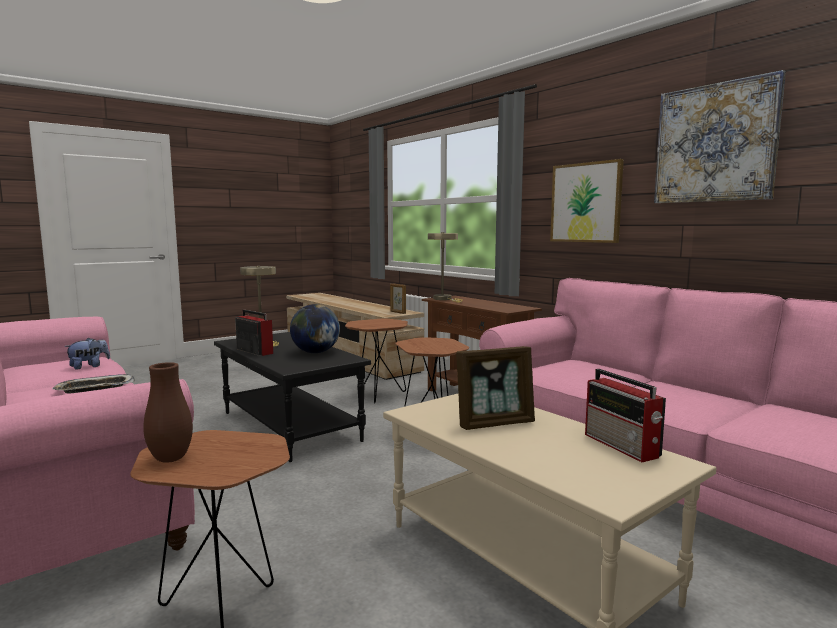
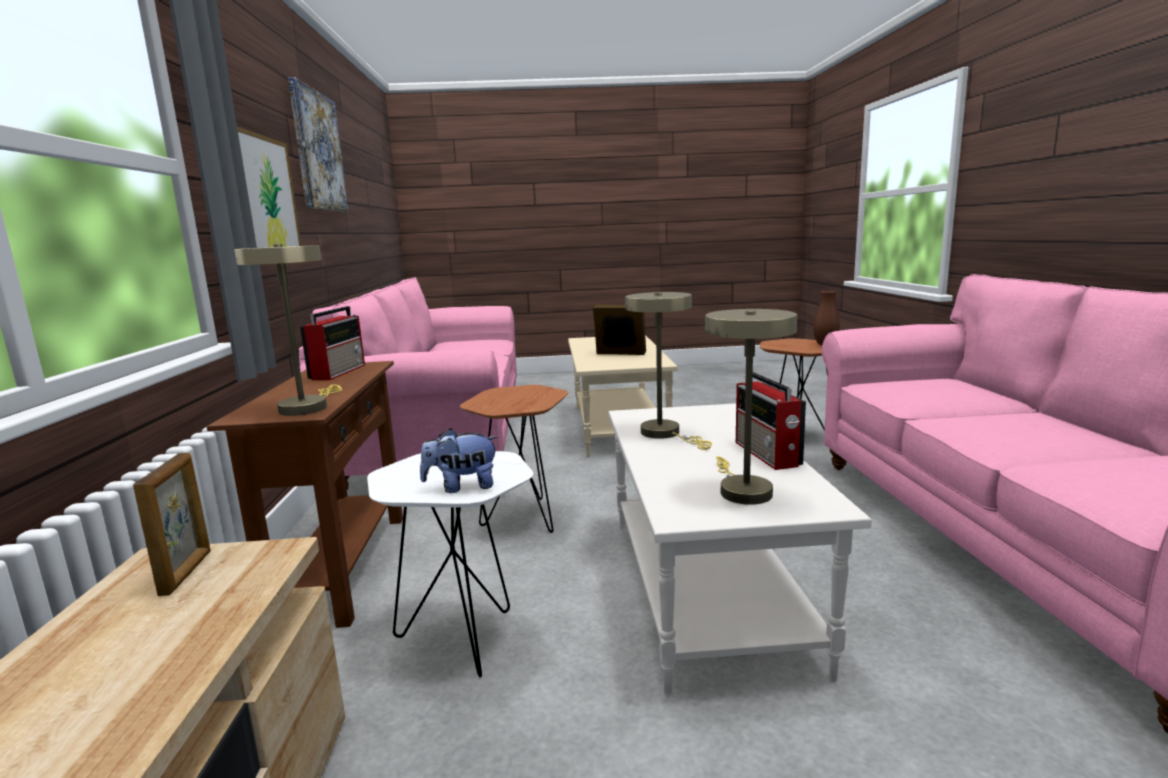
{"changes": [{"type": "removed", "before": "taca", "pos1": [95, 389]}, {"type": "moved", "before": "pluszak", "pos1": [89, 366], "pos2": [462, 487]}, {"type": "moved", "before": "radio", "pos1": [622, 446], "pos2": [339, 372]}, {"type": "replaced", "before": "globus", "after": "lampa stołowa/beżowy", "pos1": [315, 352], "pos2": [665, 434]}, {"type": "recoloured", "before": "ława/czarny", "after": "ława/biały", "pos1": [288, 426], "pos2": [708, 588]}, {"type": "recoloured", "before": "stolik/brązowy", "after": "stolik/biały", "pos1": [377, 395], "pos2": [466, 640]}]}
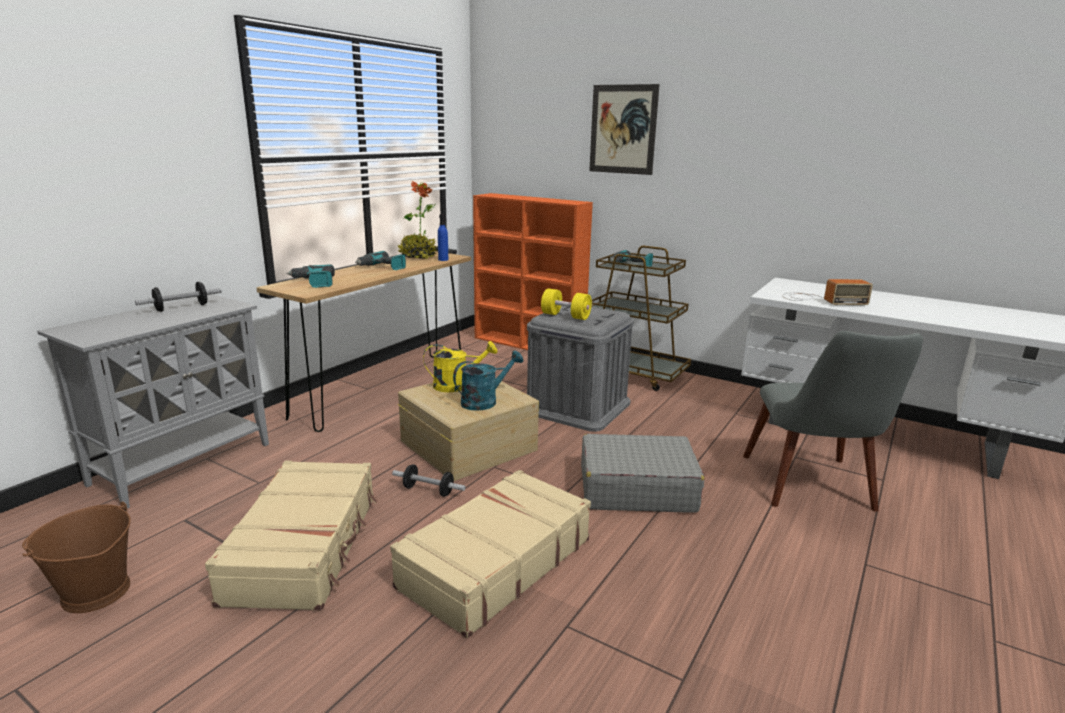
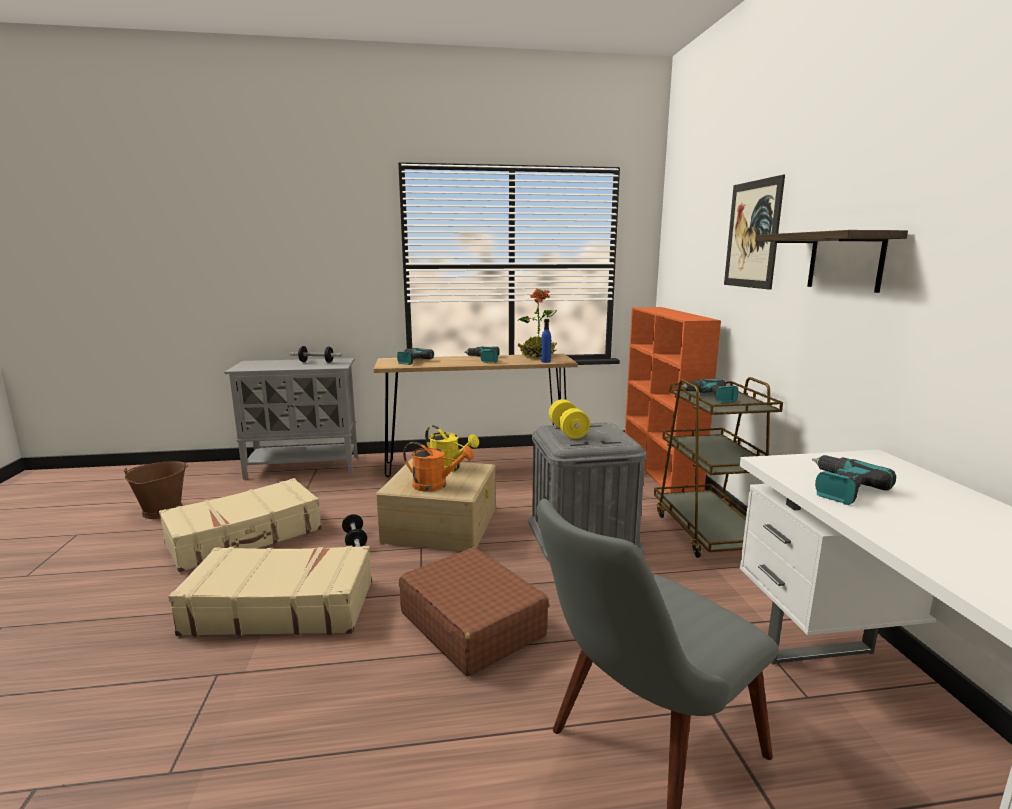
{"changes": [{"type": "added", "after": "półka", "pos2": [845, 261]}, {"type": "replaced", "before": "radio", "after": "wiertarka", "pos1": [820, 299], "pos2": [840, 488]}, {"type": "recoloured", "before": "konewka/turkusowy", "after": "konewka/pomarańczowy", "pos1": [485, 401], "pos2": [435, 485]}, {"type": "recoloured", "before": "walizka/szary", "after": "walizka/brązowy", "pos1": [636, 488], "pos2": [472, 624]}]}
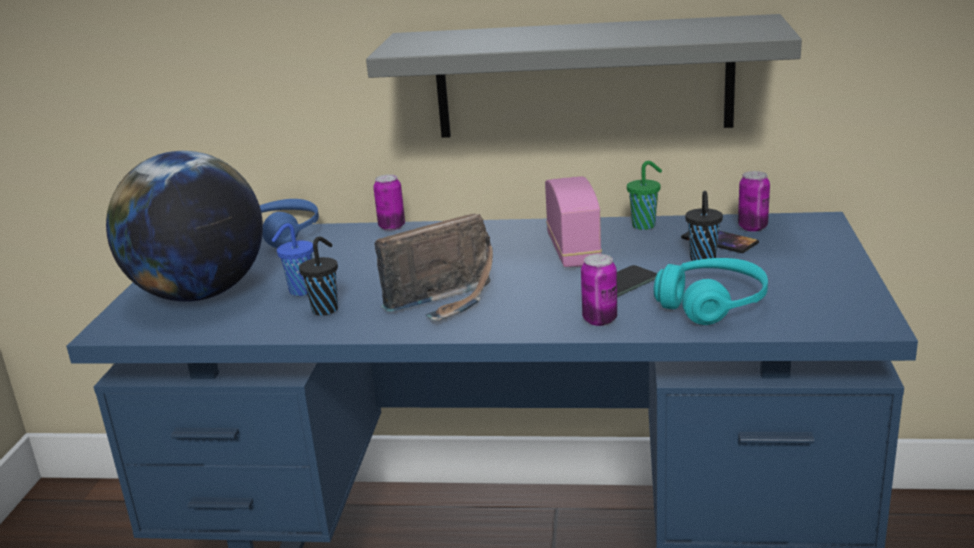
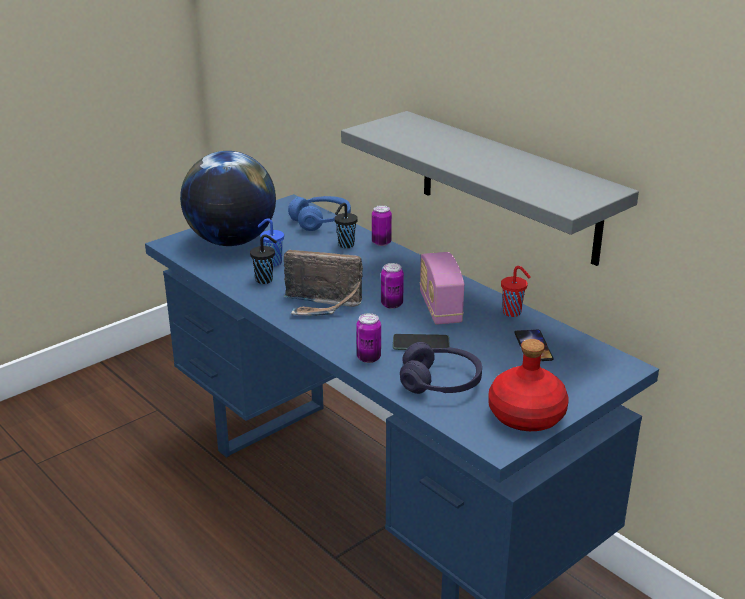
{"changes": [{"type": "added", "after": "butelka/czerwony", "pos2": [525, 415]}, {"type": "moved", "before": "filiżanka/czarny", "pos1": [703, 259], "pos2": [345, 245]}, {"type": "moved", "before": "puszka", "pos1": [752, 227], "pos2": [392, 304]}, {"type": "recoloured", "before": "filiżanka/zielony", "after": "filiżanka/czerwony", "pos1": [645, 225], "pos2": [513, 313]}, {"type": "recoloured", "before": "słuchawki/turkusowy", "after": "słuchawki/fioletowy", "pos1": [712, 304], "pos2": [440, 382]}, {"type": "turned", "before": "radio", "pos1": [573, 251], "pos2": [440, 308], "turn": 135}]}
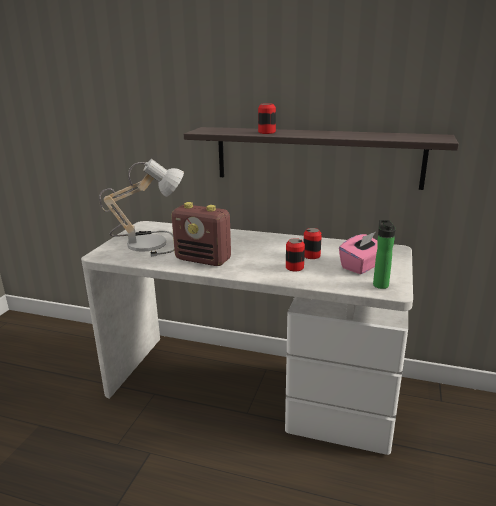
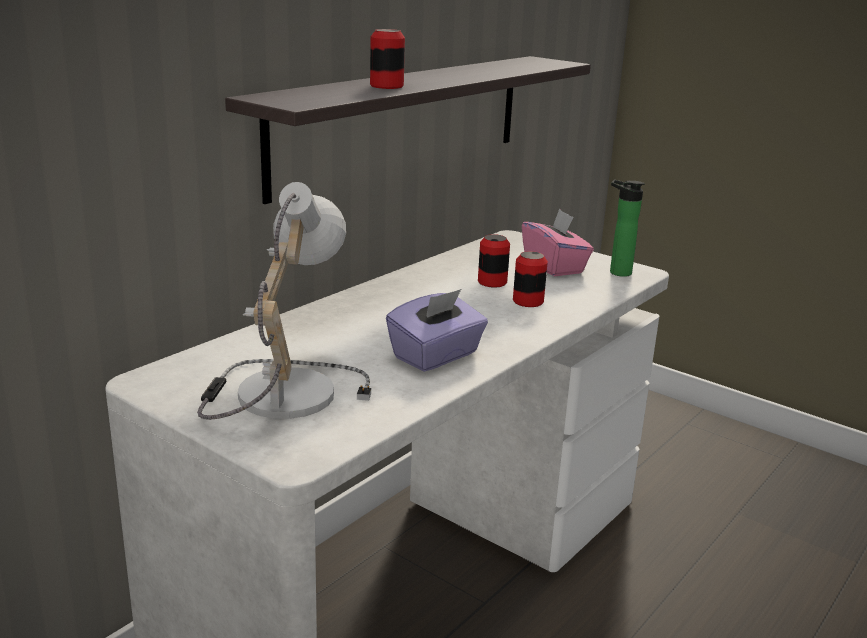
{"changes": [{"type": "replaced", "before": "radio", "after": "pudełko chusteczek/fioletowy", "pos1": [203, 260], "pos2": [436, 356]}]}
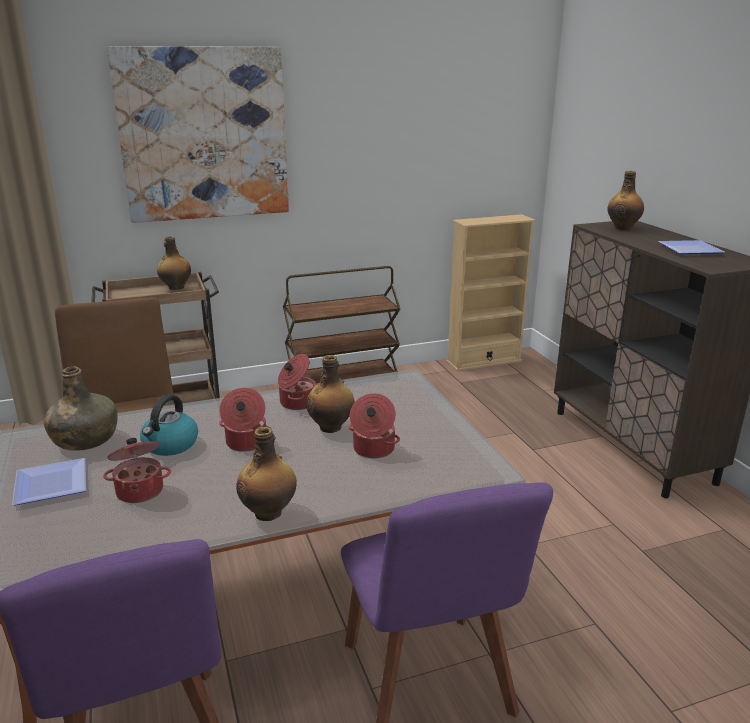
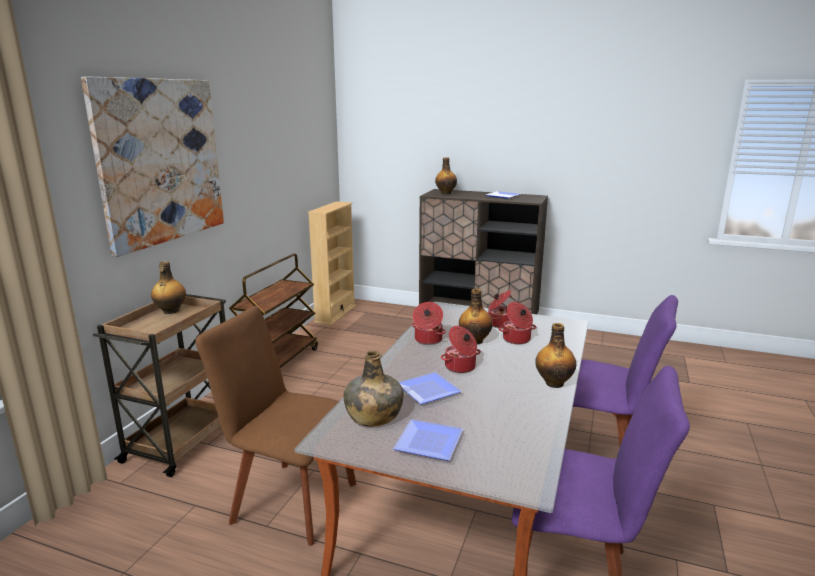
{"changes": [{"type": "moved", "before": "garnek", "pos1": [140, 490], "pos2": [499, 323]}, {"type": "replaced", "before": "czajnik", "after": "talerz", "pos1": [170, 445], "pos2": [428, 389]}]}
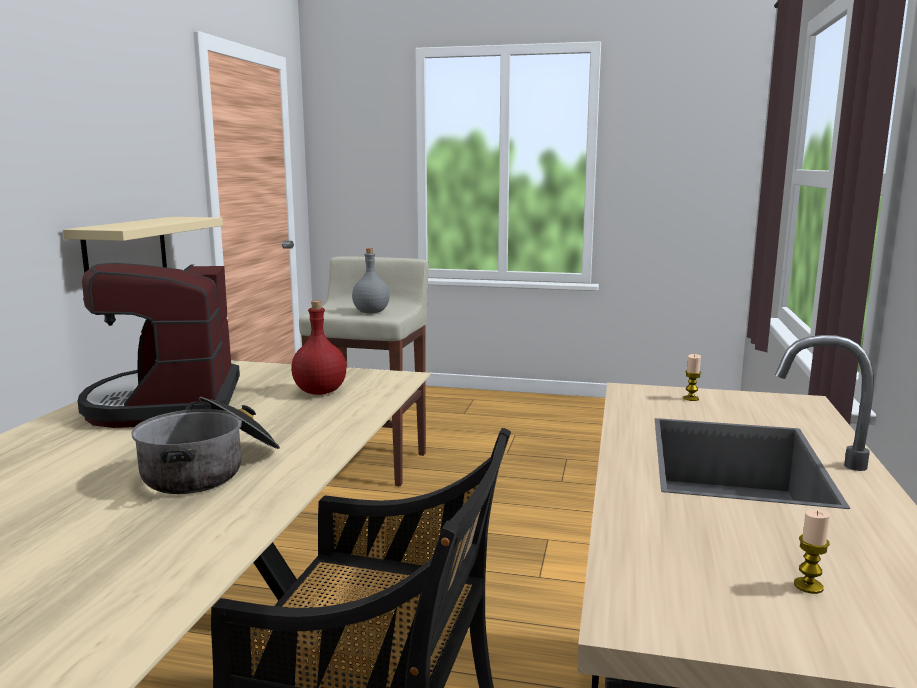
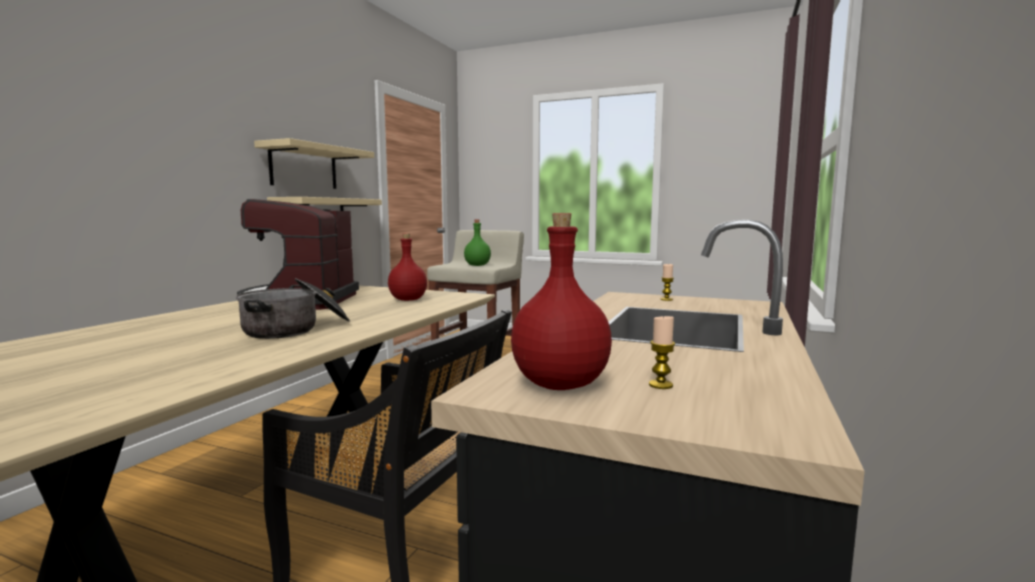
{"changes": [{"type": "added", "after": "półka/beżowy", "pos2": [304, 167]}, {"type": "added", "after": "butelka/czerwony", "pos2": [558, 384]}, {"type": "recoloured", "before": "butelka/szary", "after": "butelka/zielony", "pos1": [371, 312], "pos2": [477, 265]}]}
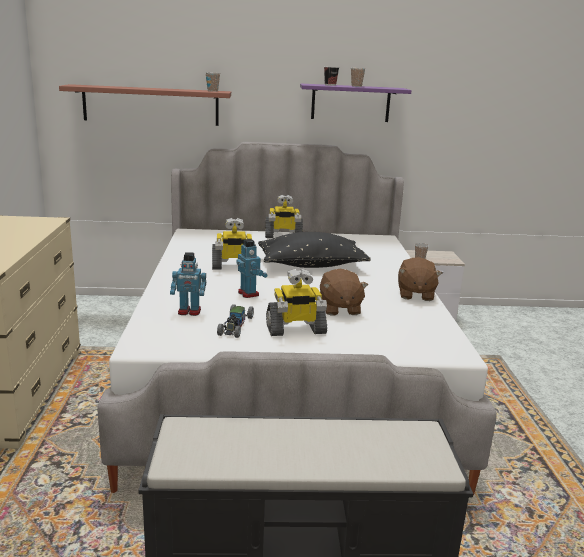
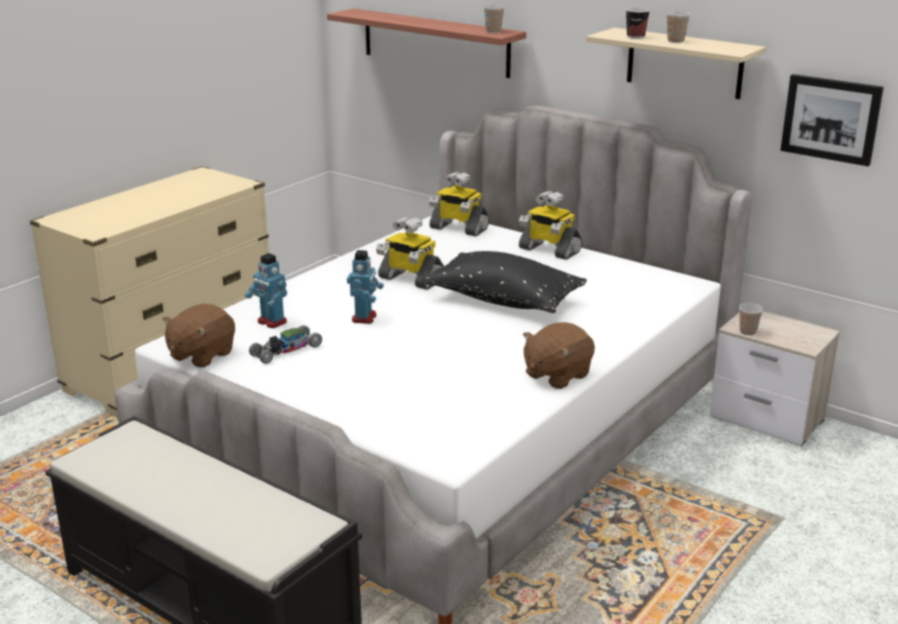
{"changes": [{"type": "added", "after": "obraz", "pos2": [831, 119]}, {"type": "moved", "before": "robot zabawkowy", "pos1": [295, 329], "pos2": [458, 228]}, {"type": "moved", "before": "pluszak/brązowy", "pos1": [339, 309], "pos2": [201, 355]}, {"type": "recoloured", "before": "półka/fioletowy", "after": "półka/beżowy", "pos1": [350, 103], "pos2": [684, 63]}]}
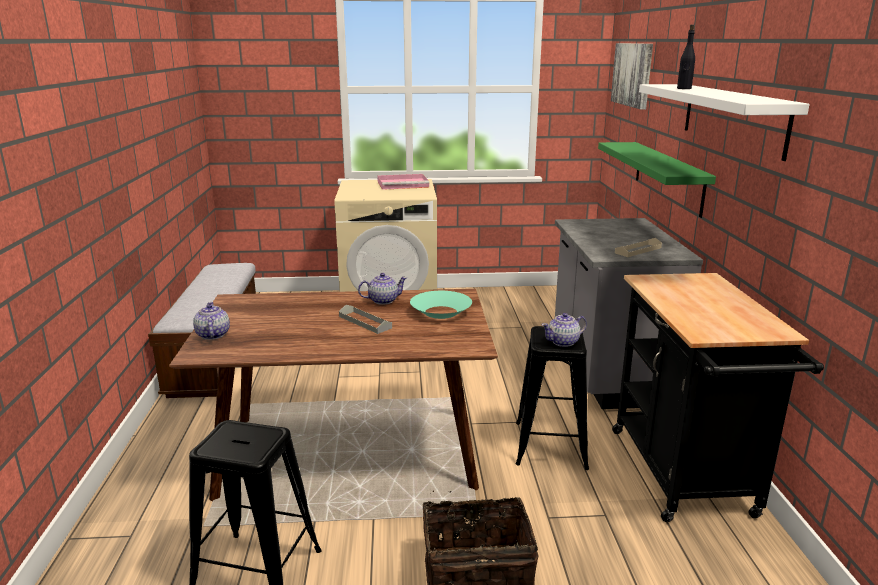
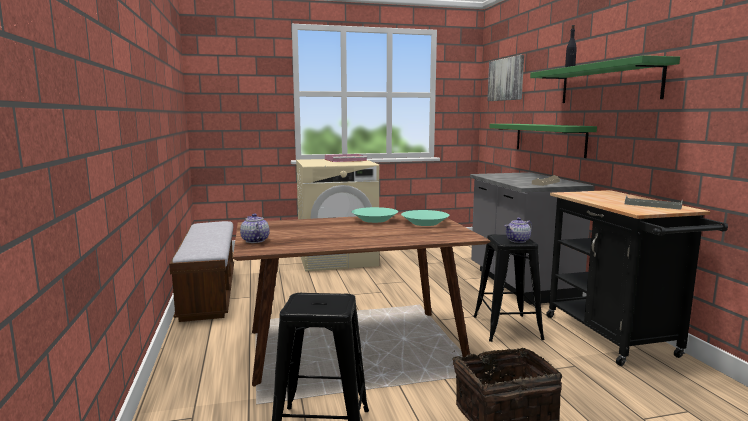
{"changes": [{"type": "moved", "before": "taca/szary", "pos1": [365, 322], "pos2": [652, 205]}, {"type": "replaced", "before": "imbryk", "after": "miska/turkusowy", "pos1": [383, 300], "pos2": [374, 220]}, {"type": "recoloured", "before": "półka/biały", "after": "półka/zielony", "pos1": [732, 118], "pos2": [608, 84]}]}
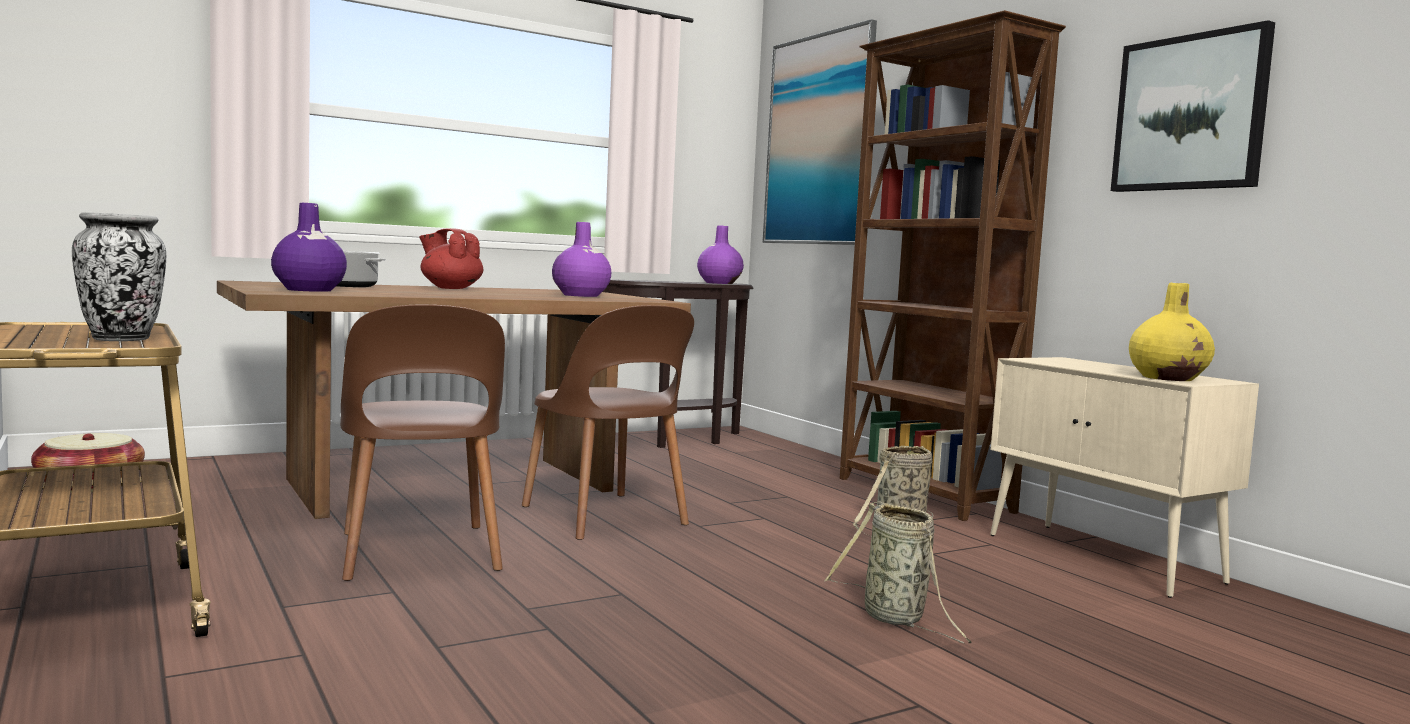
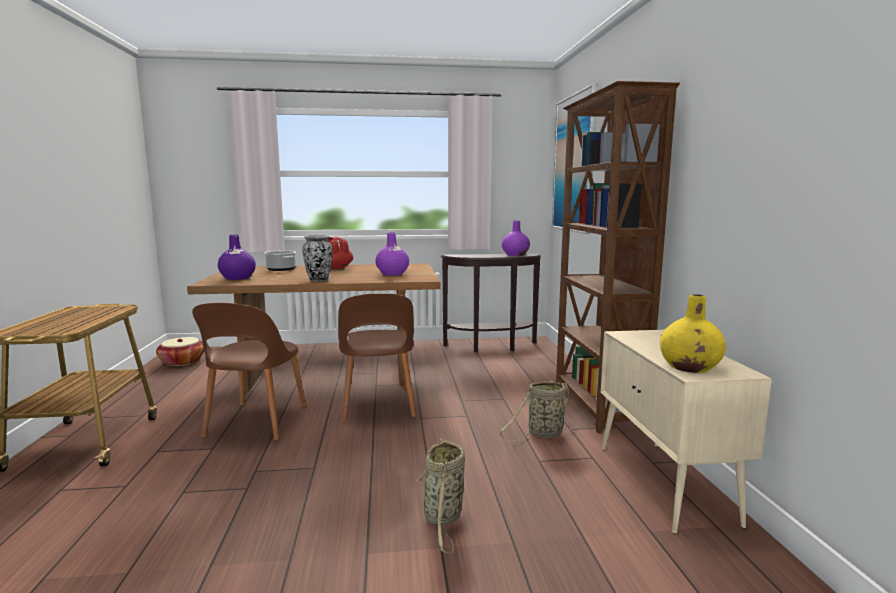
{"changes": [{"type": "removed", "before": "obraz", "pos1": [1190, 113]}, {"type": "moved", "before": "wazon", "pos1": [121, 339], "pos2": [319, 280]}]}
